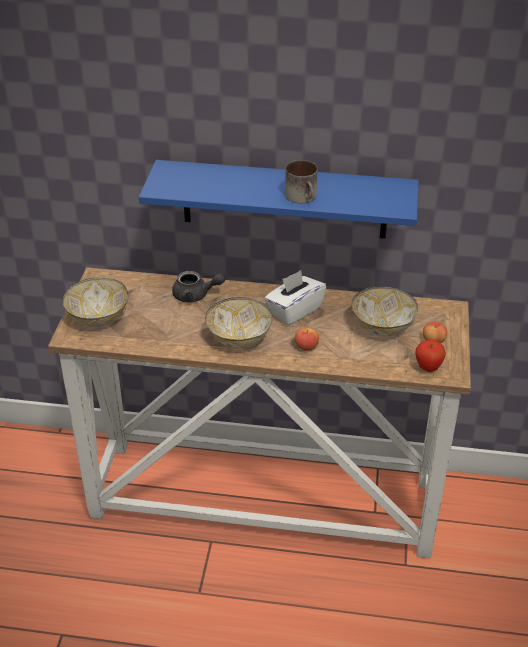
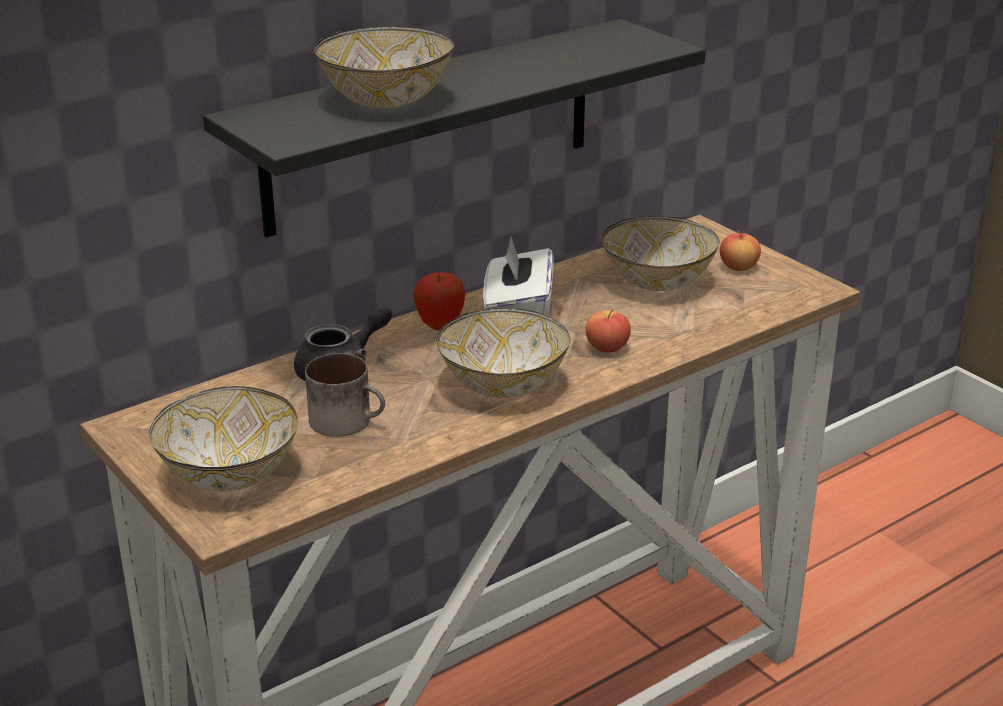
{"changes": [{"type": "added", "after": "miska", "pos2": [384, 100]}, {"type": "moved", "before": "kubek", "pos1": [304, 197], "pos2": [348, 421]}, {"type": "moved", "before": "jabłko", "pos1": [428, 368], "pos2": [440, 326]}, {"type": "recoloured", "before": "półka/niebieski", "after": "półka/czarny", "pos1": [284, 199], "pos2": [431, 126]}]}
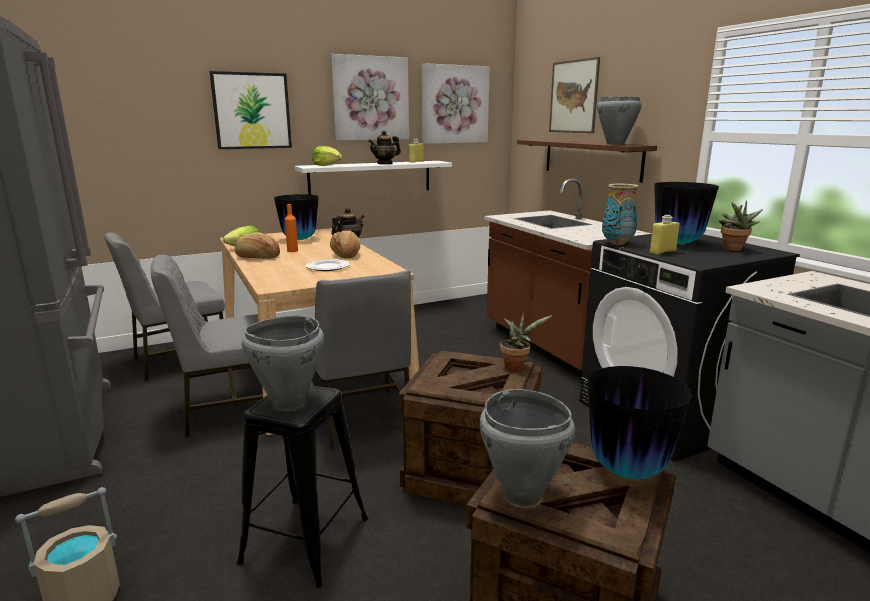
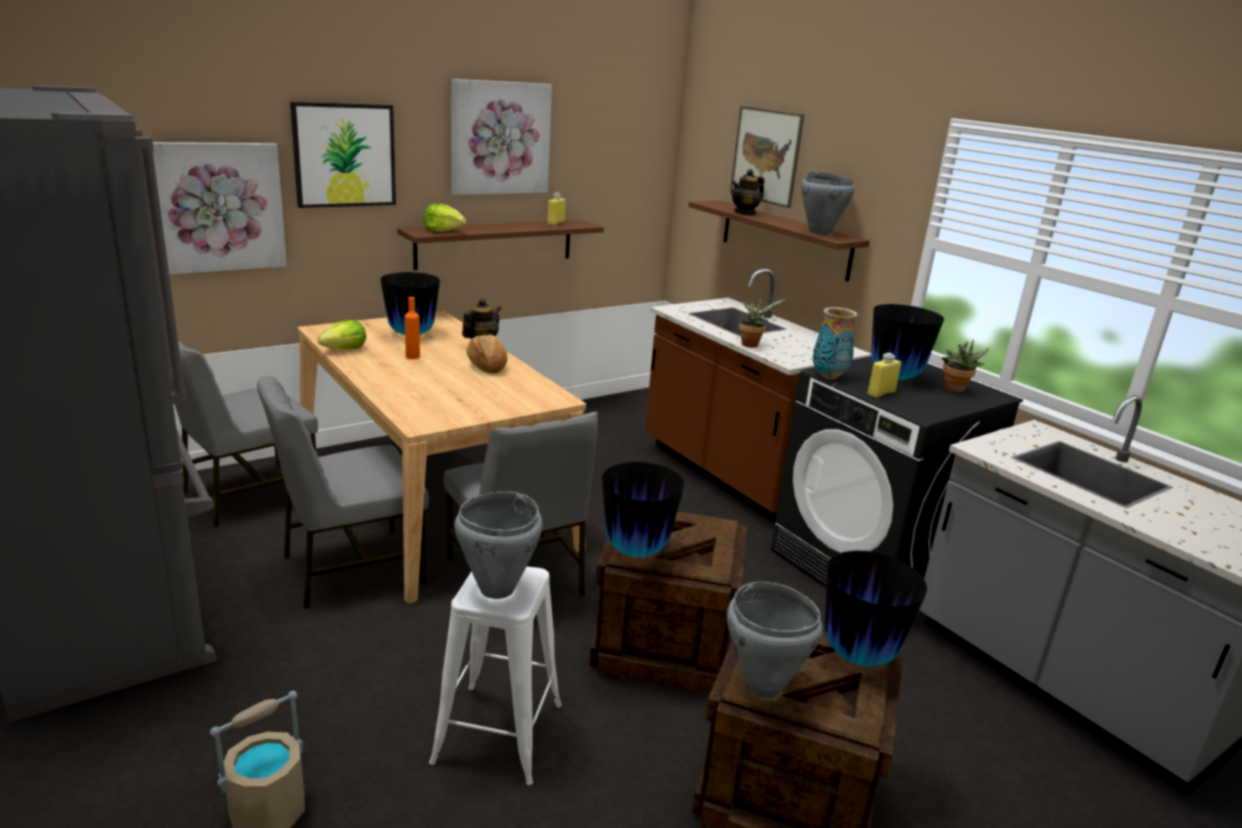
{"changes": [{"type": "removed", "before": "chleb", "pos1": [257, 257]}, {"type": "removed", "before": "talerz", "pos1": [327, 267]}, {"type": "added", "after": "wazon", "pos2": [636, 551]}, {"type": "moved", "before": "imbryk", "pos1": [385, 163], "pos2": [745, 213]}, {"type": "moved", "before": "obraz", "pos1": [454, 104], "pos2": [215, 207]}, {"type": "moved", "before": "roślina doniczkowa", "pos1": [516, 366], "pos2": [751, 344]}, {"type": "recoloured", "before": "stołek/czarny", "after": "stołek/biały", "pos1": [306, 539], "pos2": [498, 731]}, {"type": "recoloured", "before": "półka/biały", "after": "półka/brązowy", "pos1": [370, 178], "pos2": [495, 243]}]}
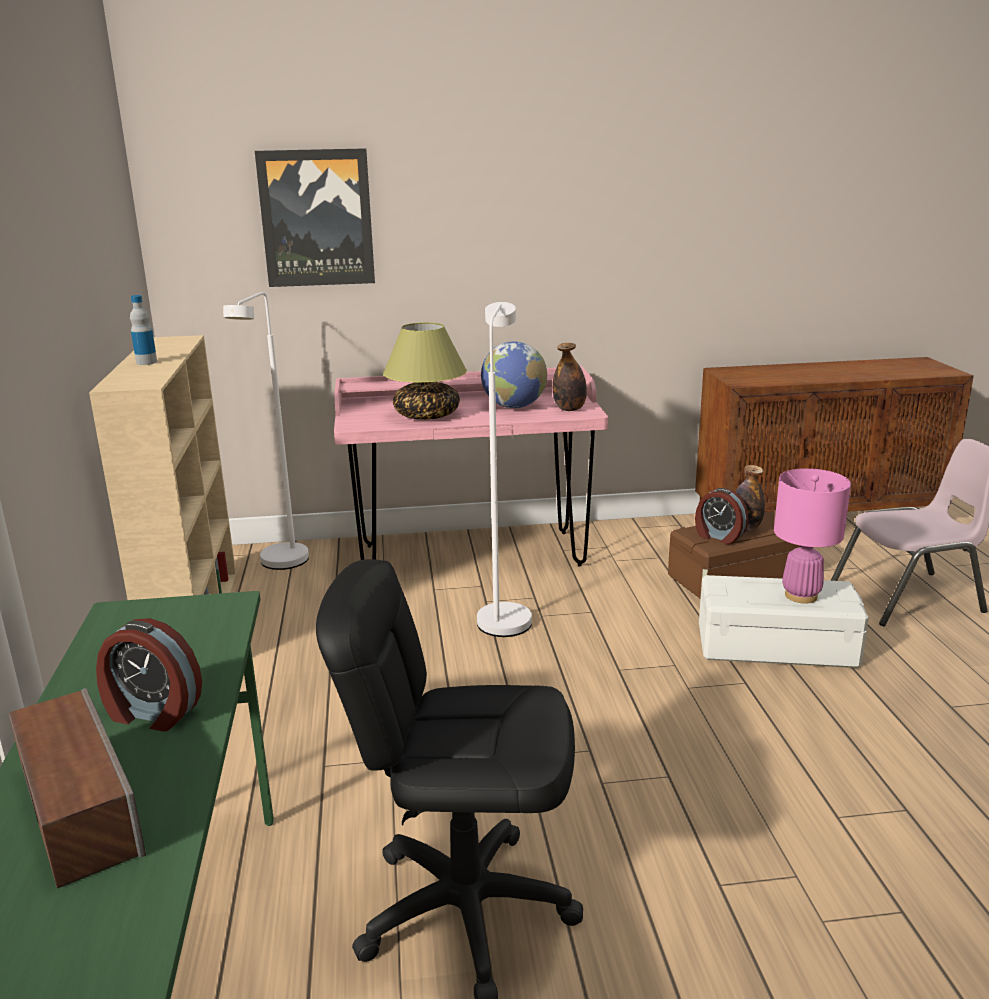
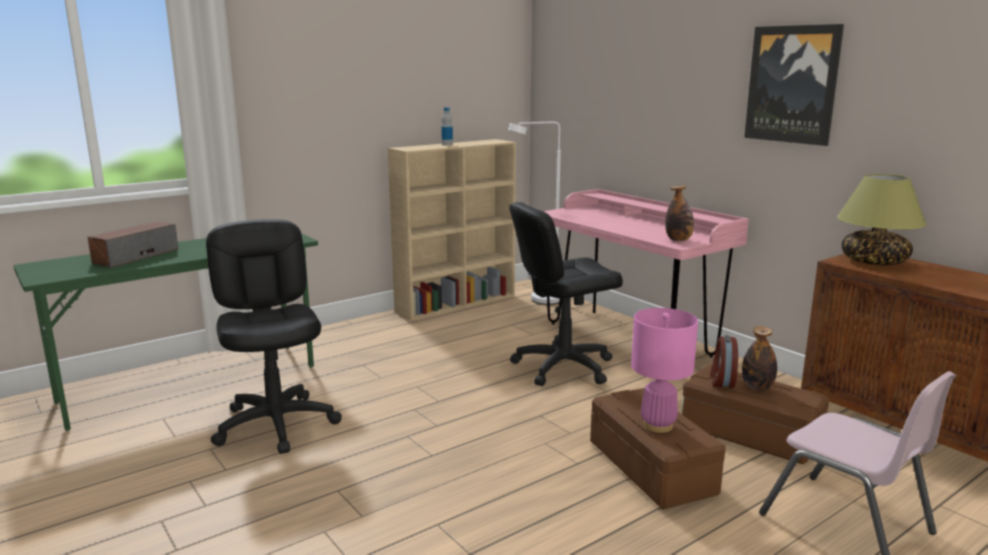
{"changes": [{"type": "removed", "before": "budzik", "pos1": [152, 713]}, {"type": "removed", "before": "globus", "pos1": [514, 407]}, {"type": "moved", "before": "obraz", "pos1": [317, 218], "pos2": [792, 84]}, {"type": "moved", "before": "lampa stołowa", "pos1": [427, 415], "pos2": [875, 262]}, {"type": "replaced", "before": "lampa stojąca/biały", "after": "krzesło biurowe/czarny", "pos1": [504, 615], "pos2": [563, 367]}, {"type": "recoloured", "before": "pojemnik do przechowywania/biały", "after": "pojemnik do przechowywania/brązowy", "pos1": [776, 645], "pos2": [653, 467]}]}
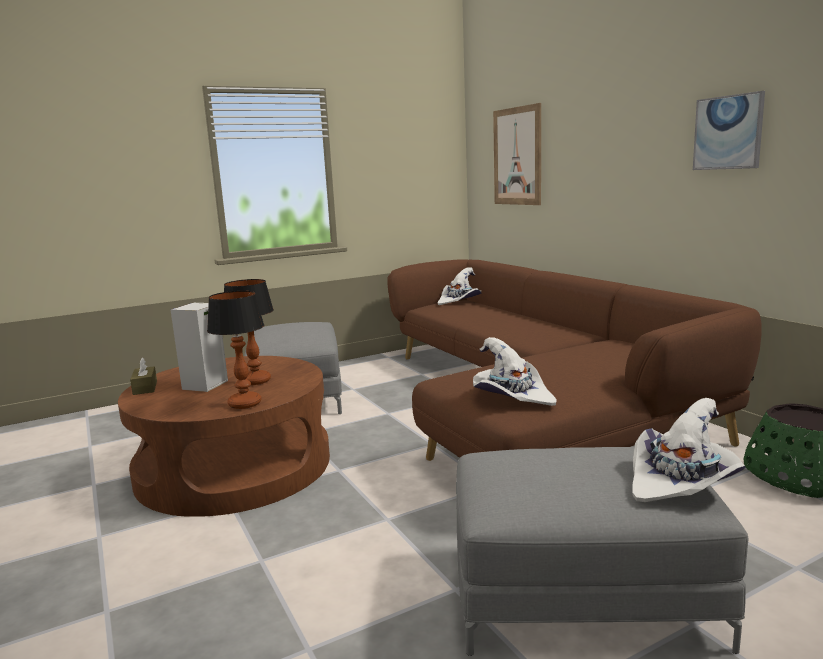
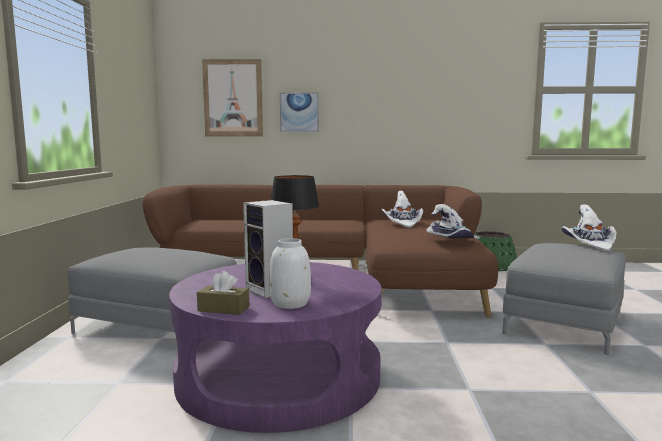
{"changes": [{"type": "removed", "before": "lampa stołowa", "pos1": [245, 403]}, {"type": "added", "after": "wazon/biały", "pos2": [291, 303]}, {"type": "moved", "before": "kapelusz/biały", "pos1": [459, 301], "pos2": [403, 223]}, {"type": "moved", "before": "obraz", "pos1": [728, 132], "pos2": [299, 112]}, {"type": "recoloured", "before": "ława/brązowy", "after": "ława/fioletowy", "pos1": [235, 466], "pos2": [279, 375]}]}
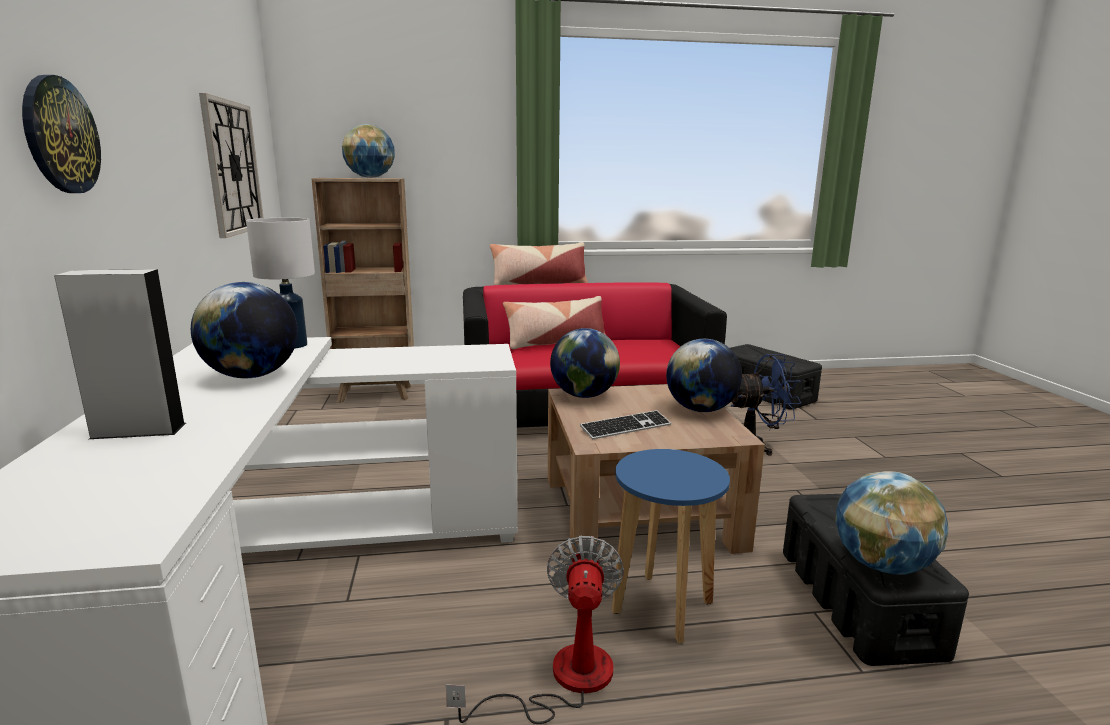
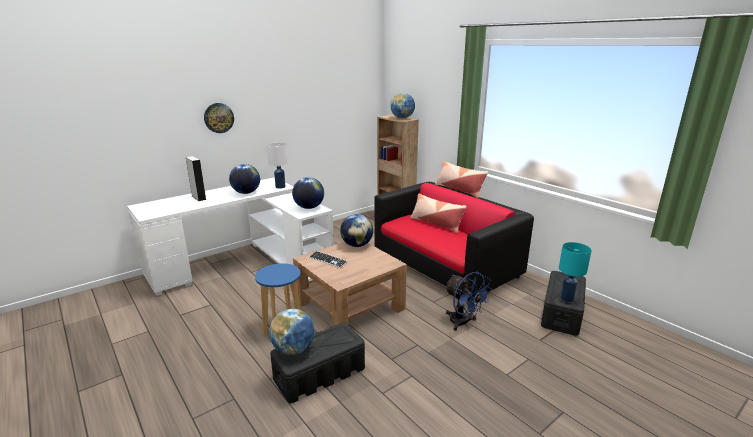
{"changes": [{"type": "removed", "before": "zegar ścienny", "pos1": [232, 168]}, {"type": "removed", "before": "wentylator", "pos1": [563, 680]}, {"type": "added", "after": "lampa stołowa/turkusowy", "pos2": [566, 298]}, {"type": "moved", "before": "globus", "pos1": [700, 409], "pos2": [309, 207]}]}
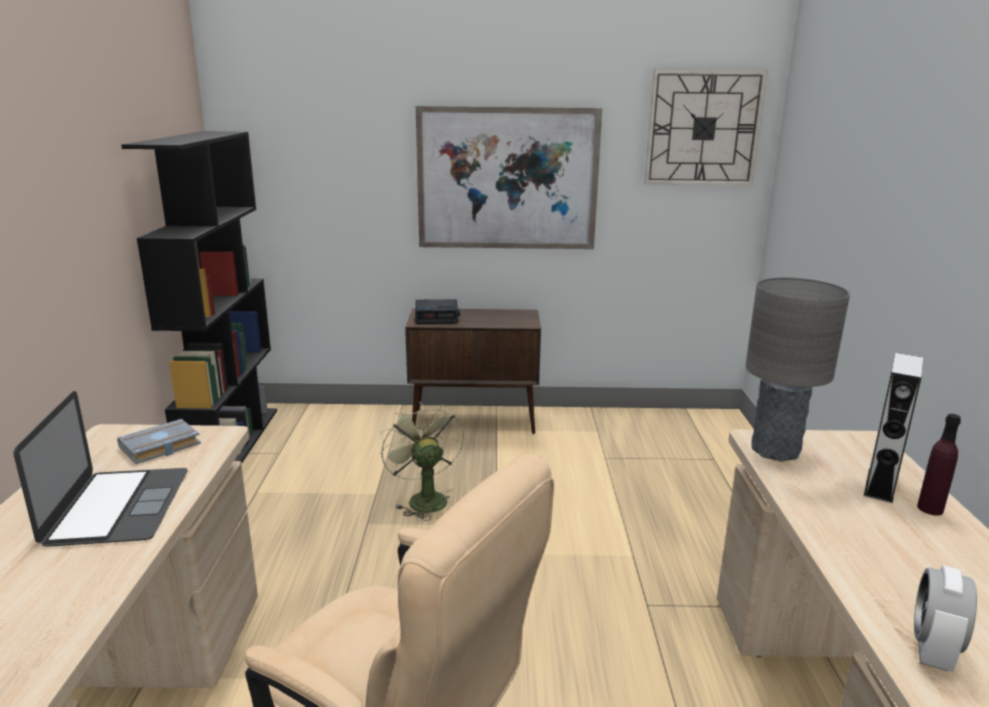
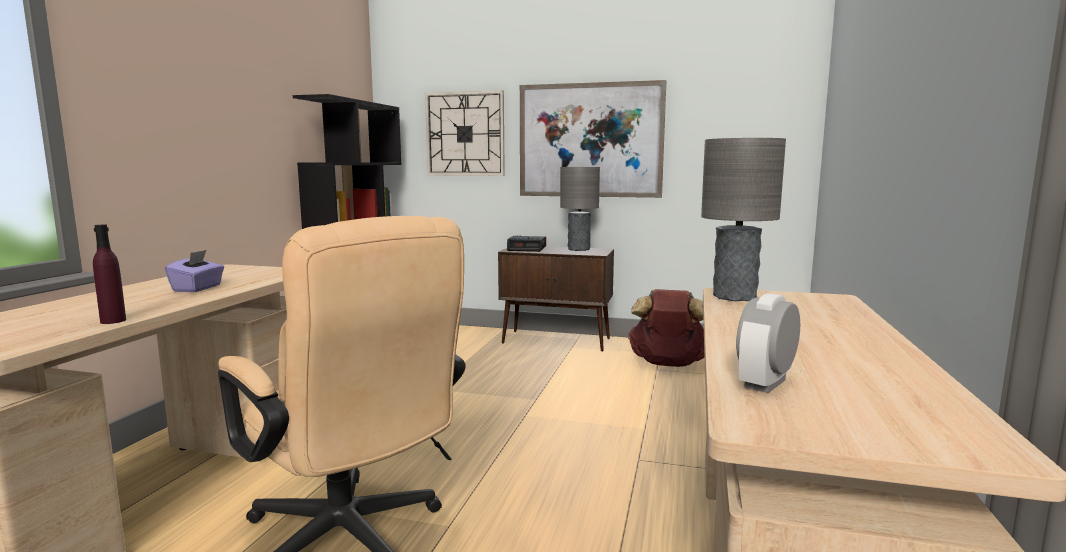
{"changes": [{"type": "removed", "before": "książka/szary", "pos1": [159, 447]}, {"type": "removed", "before": "wentylator/zielony", "pos1": [423, 498]}, {"type": "removed", "before": "głośnik/szary", "pos1": [880, 485]}, {"type": "added", "after": "lampa stołowa/szary", "pos2": [578, 249]}, {"type": "added", "after": "plecak/brązowy", "pos2": [668, 364]}, {"type": "moved", "before": "zegar ścienny", "pos1": [703, 128], "pos2": [465, 134]}, {"type": "moved", "before": "butelka/fioletowy", "pos1": [930, 509], "pos2": [113, 321]}, {"type": "replaced", "before": "laptop", "after": "pudełko chusteczek/fioletowy", "pos1": [118, 506], "pos2": [198, 288]}]}
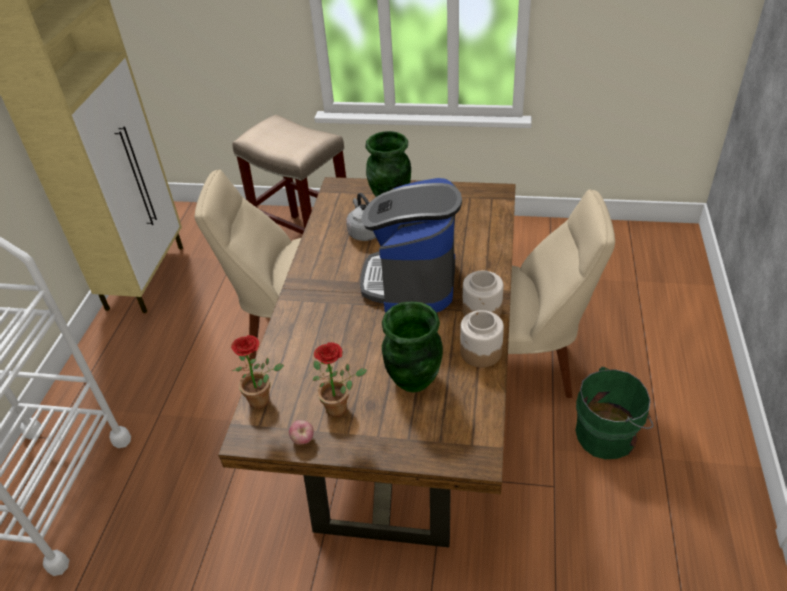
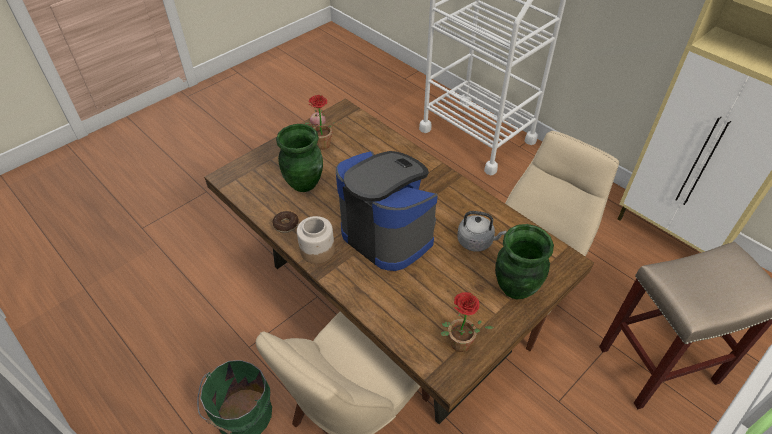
{"changes": [{"type": "moved", "before": "roślina doniczkowa", "pos1": [264, 399], "pos2": [458, 347]}, {"type": "replaced", "before": "słoik", "after": "donut", "pos1": [480, 352], "pos2": [286, 225]}]}
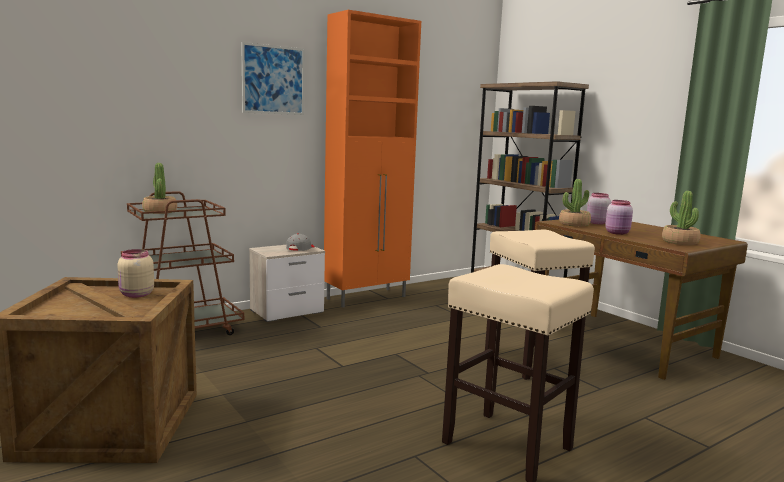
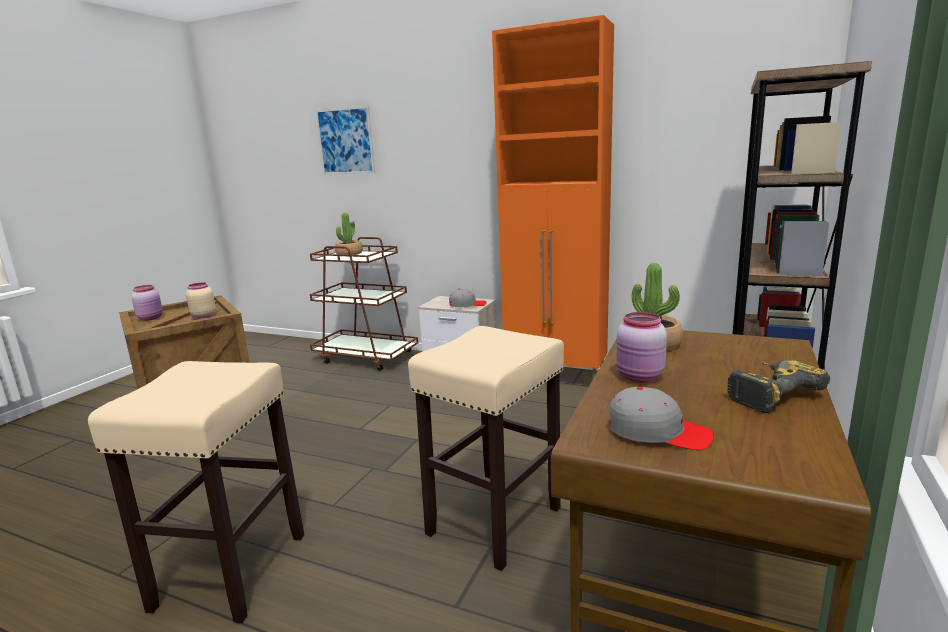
{"changes": [{"type": "added", "after": "wiertarka", "pos2": [767, 393]}, {"type": "moved", "before": "obraz", "pos1": [273, 80], "pos2": [345, 141]}, {"type": "moved", "before": "słoik/różowy", "pos1": [596, 223], "pos2": [151, 318]}, {"type": "replaced", "before": "roślina doniczkowa", "after": "czapka z daszkiem/szary", "pos1": [679, 242], "pos2": [658, 432]}]}
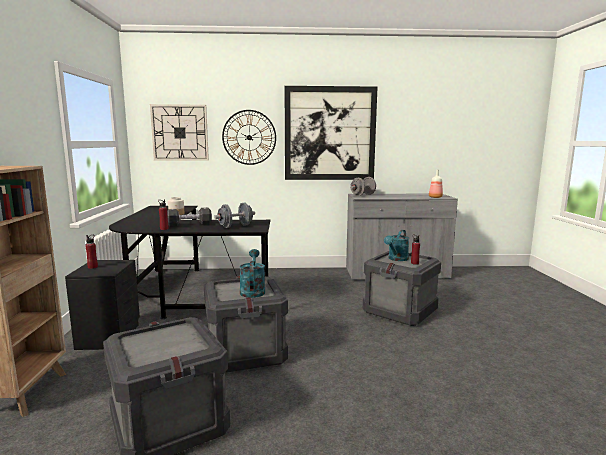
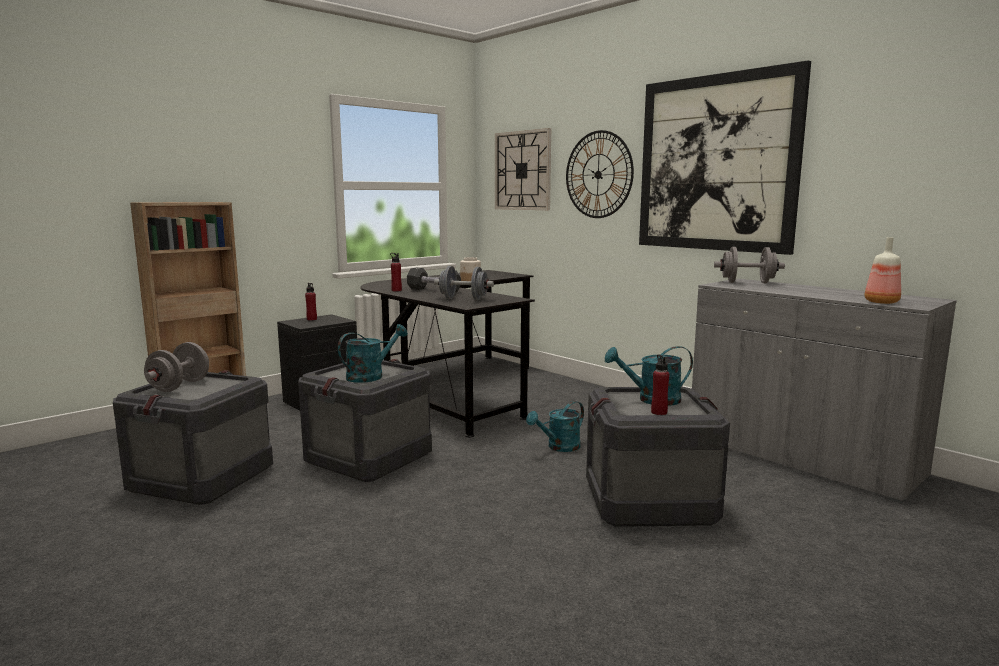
{"changes": [{"type": "added", "after": "hantel/szary", "pos2": [179, 386]}, {"type": "added", "after": "konewka/turkusowy", "pos2": [559, 447]}]}
